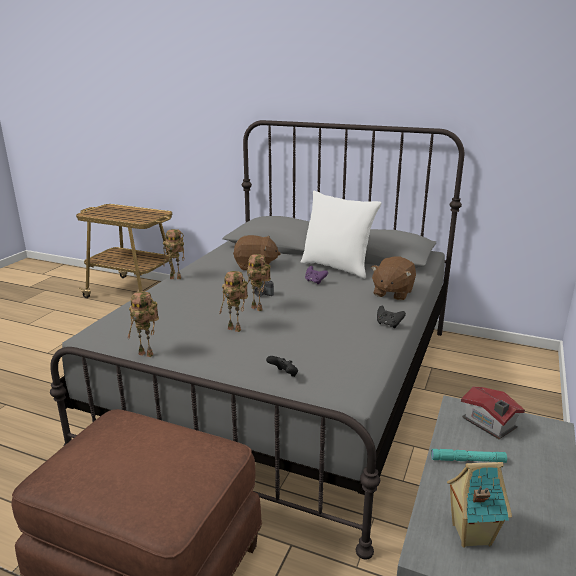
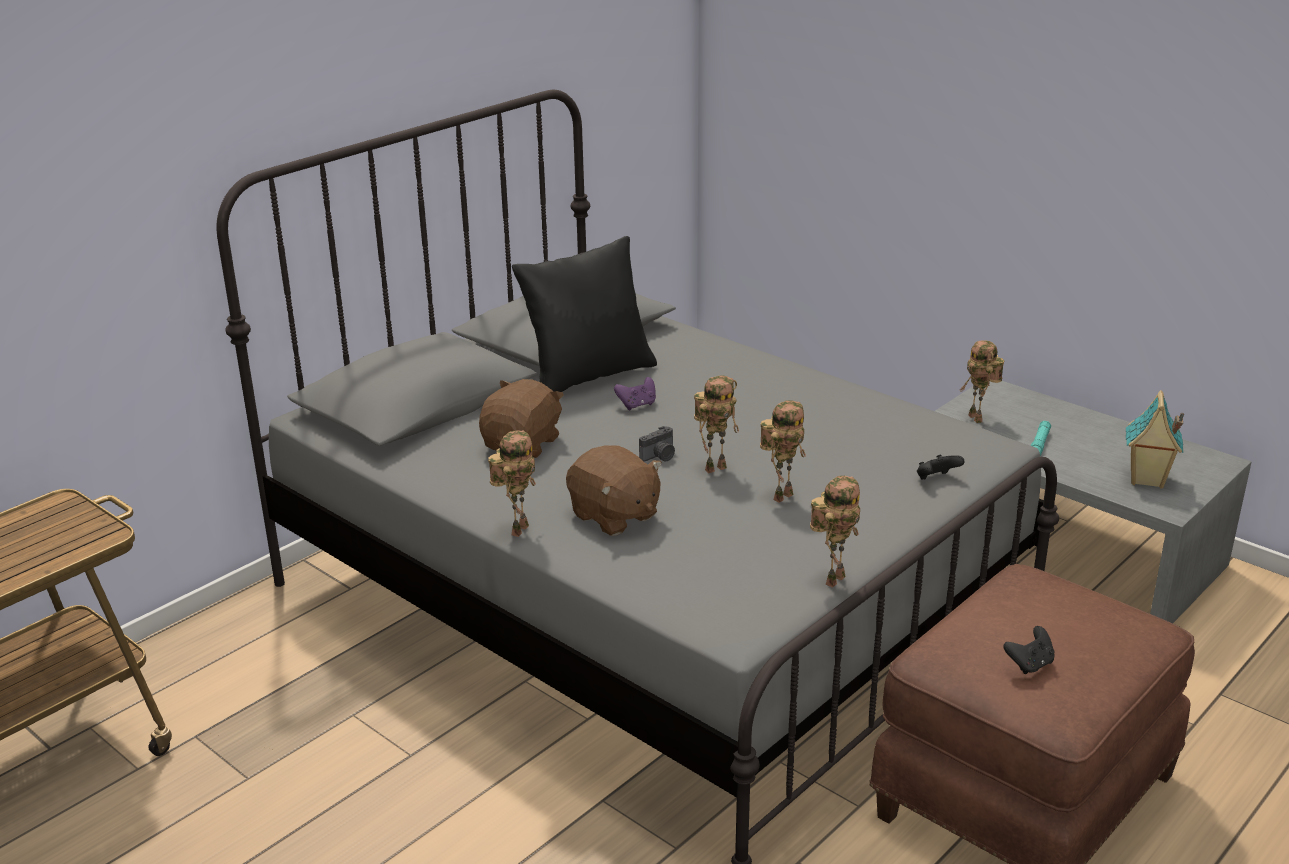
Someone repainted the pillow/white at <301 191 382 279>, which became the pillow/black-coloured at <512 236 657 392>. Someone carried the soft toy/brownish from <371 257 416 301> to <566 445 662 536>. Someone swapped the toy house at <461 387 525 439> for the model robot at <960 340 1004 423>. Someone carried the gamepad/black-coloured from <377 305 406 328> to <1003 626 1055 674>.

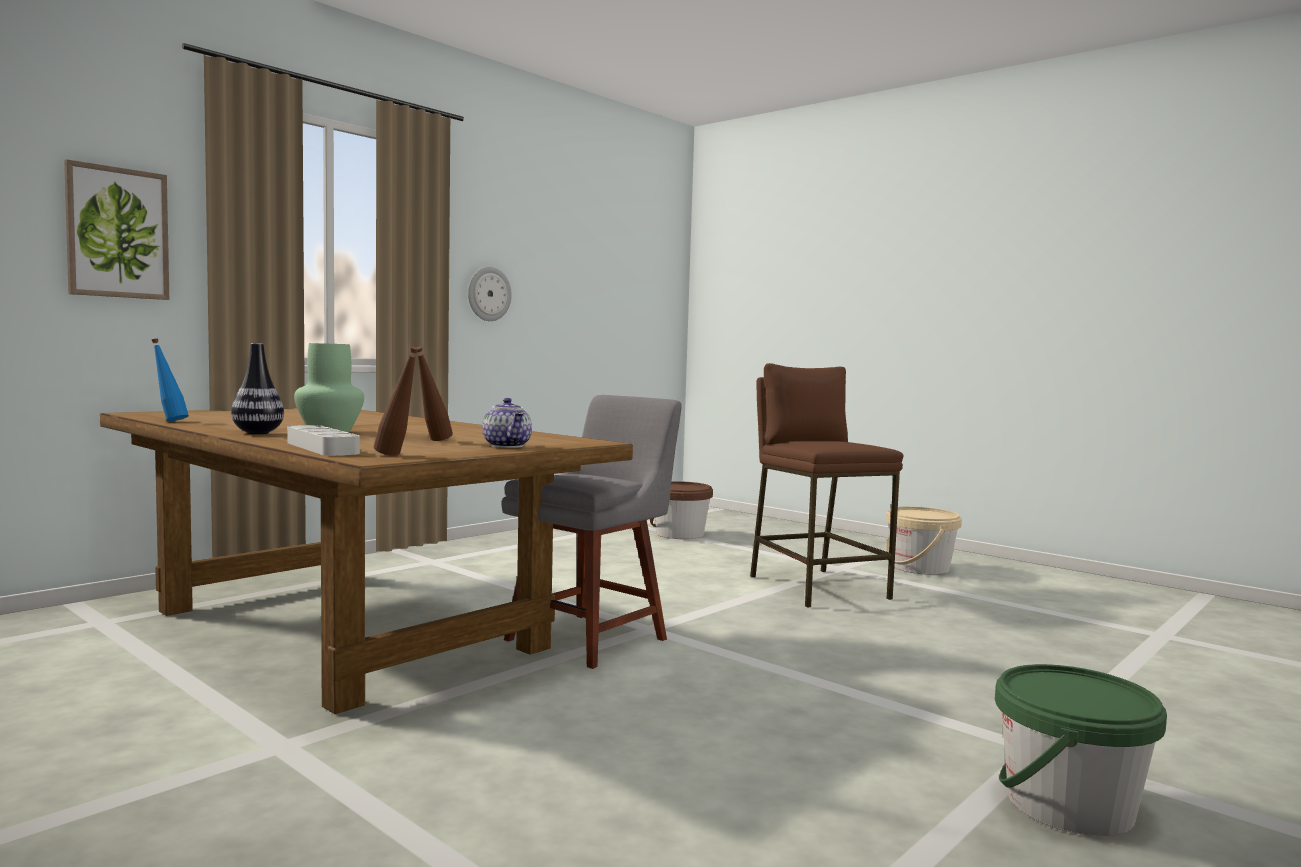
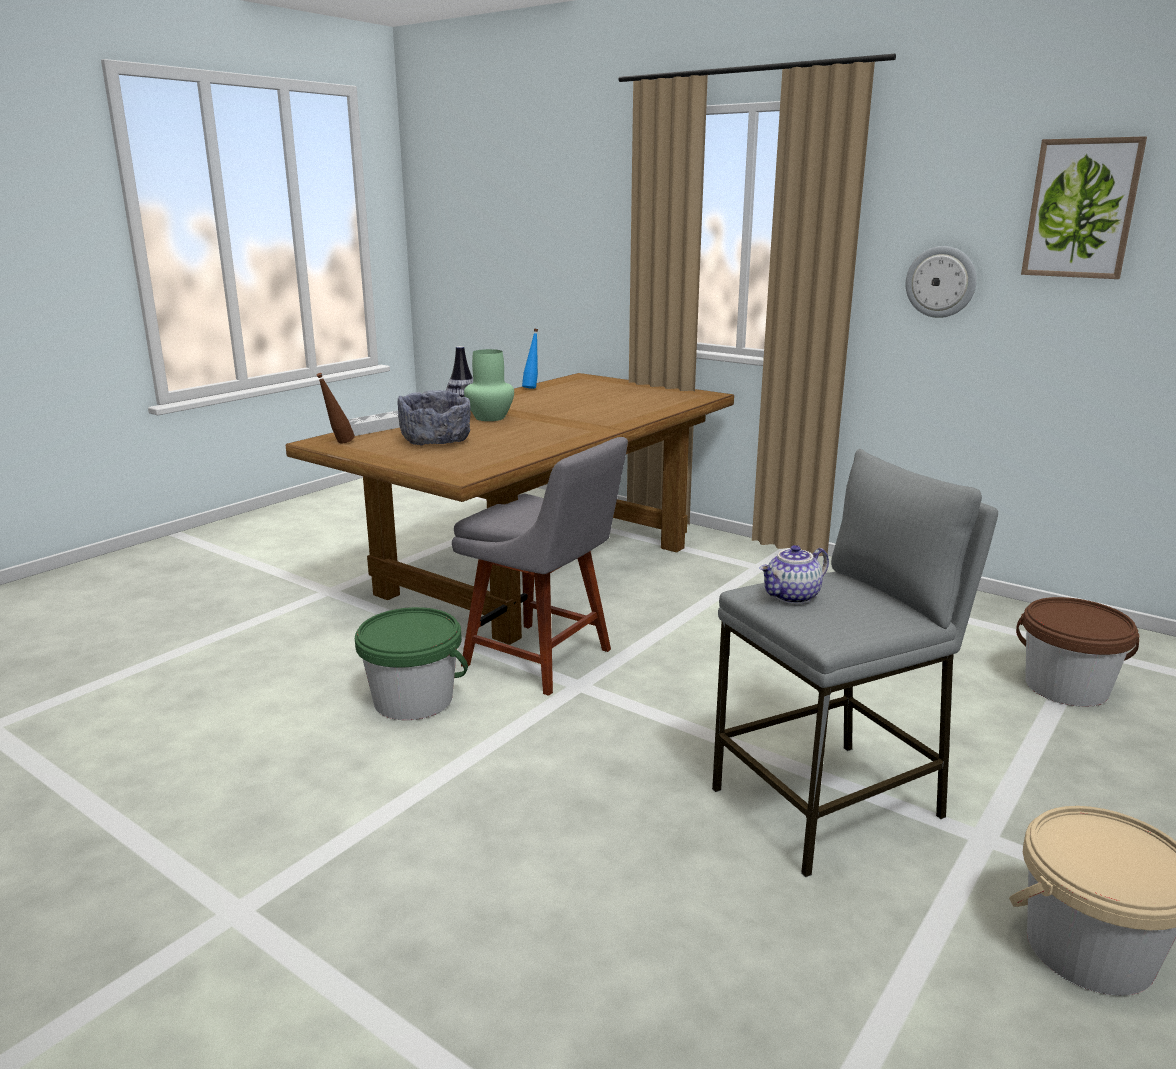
Someone carried the pail/green from <995 664 1167 836> to <355 607 468 720>. Someone swapped the beverage bottle/brownish at <417 346 453 441> for the deep dish/gray at <397 390 471 446>. Someone repainted the stool seat/brownish at <750 363 903 608>, which became the stool seat/gray at <712 449 998 877>. Someone carried the teapot from <483 398 532 448> to <759 545 829 604>. Someone carried the wall picture from <64 159 169 300> to <1021 136 1147 279>.

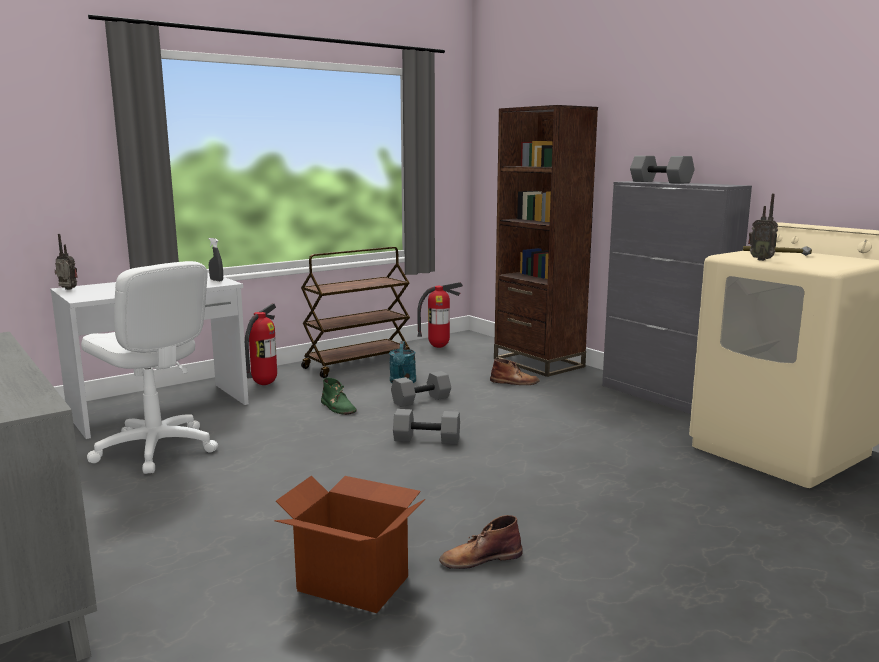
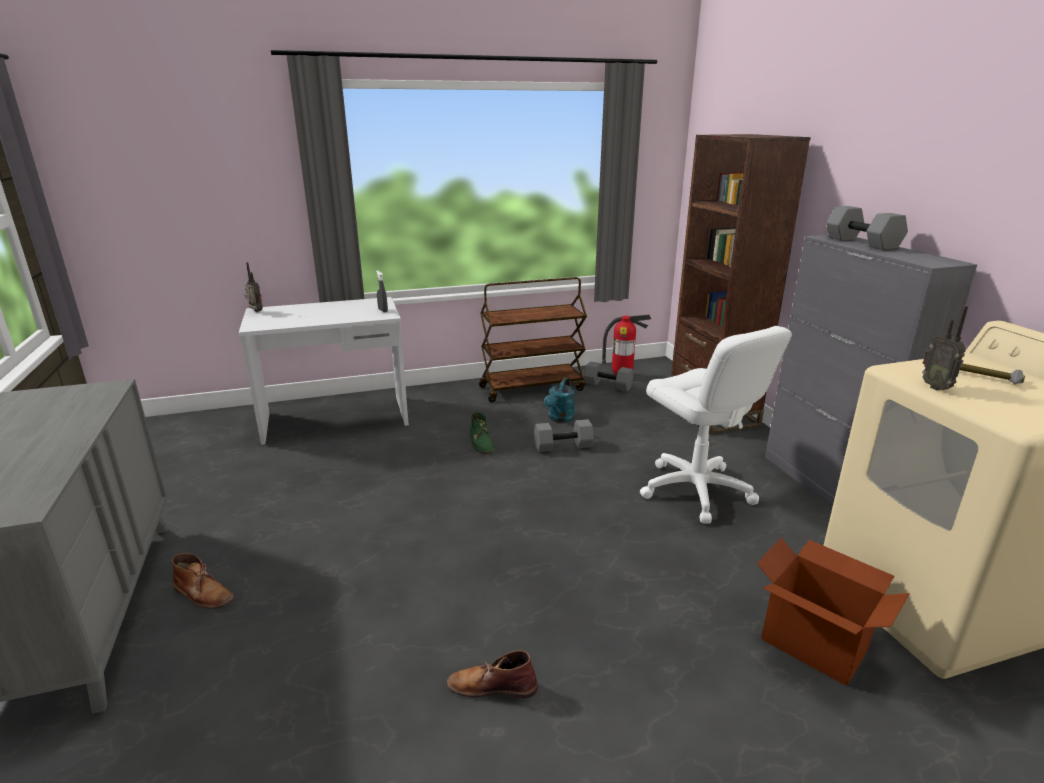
Someone carried the high-top boot/brownish from <490 359 540 385> to <172 553 234 609>. Someone carried the hand weight/gray from <393 409 460 444> to <584 361 633 391>. Someone carried the desk chair/white from <81 261 218 474> to <640 326 792 524>. Someone carried the cardboard box from <274 475 425 613> to <757 537 910 686>. Someone took away the fire extinguisher at <245 303 277 385>.

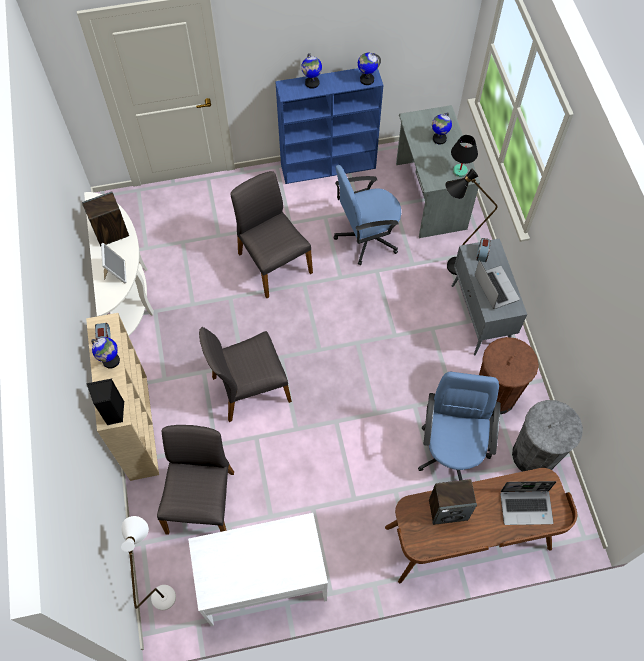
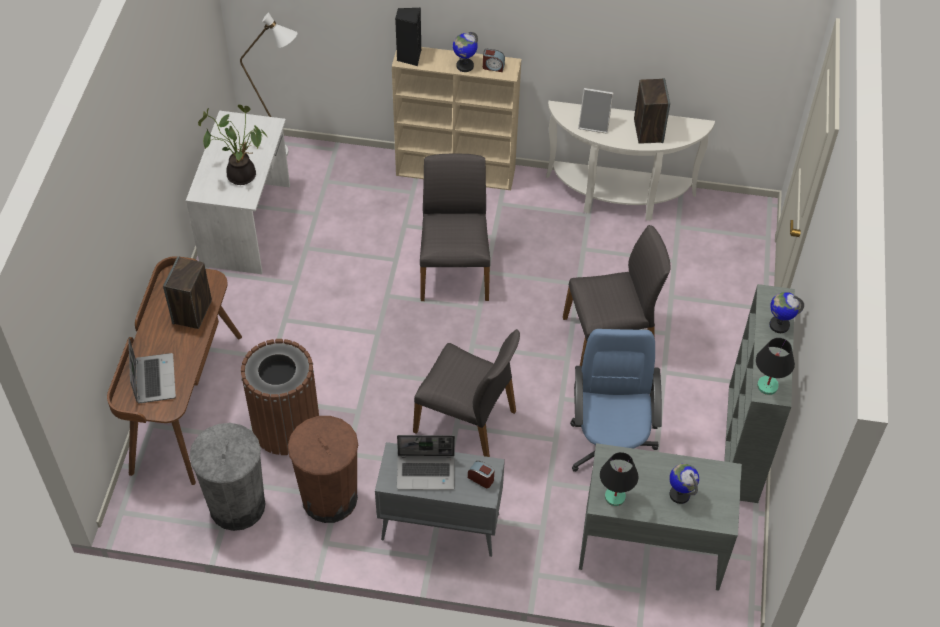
Someone rotated the portable computer at <500 481 556 525> by 150 degrees clockwise. Someone put down the plant in a pot at <198 105 268 185>. Someone swapped the desk chair/bluish at <418 372 501 481> for the trash can/brownish at <241 339 319 455>. Someone carried the upright chair/gray from <157 425 234 535> to <413 329 520 457>. Someone repainted the bookcase/bluish at <275 68 383 184>, which became the bookcase/gray at <724 284 795 503>. Someone swapped the world globe at <358 53 381 85> for the lamp for a table/black-coloured at <756 338 795 395>. Someone took away the standard lamp/black-coloured at <445 168 497 275>.

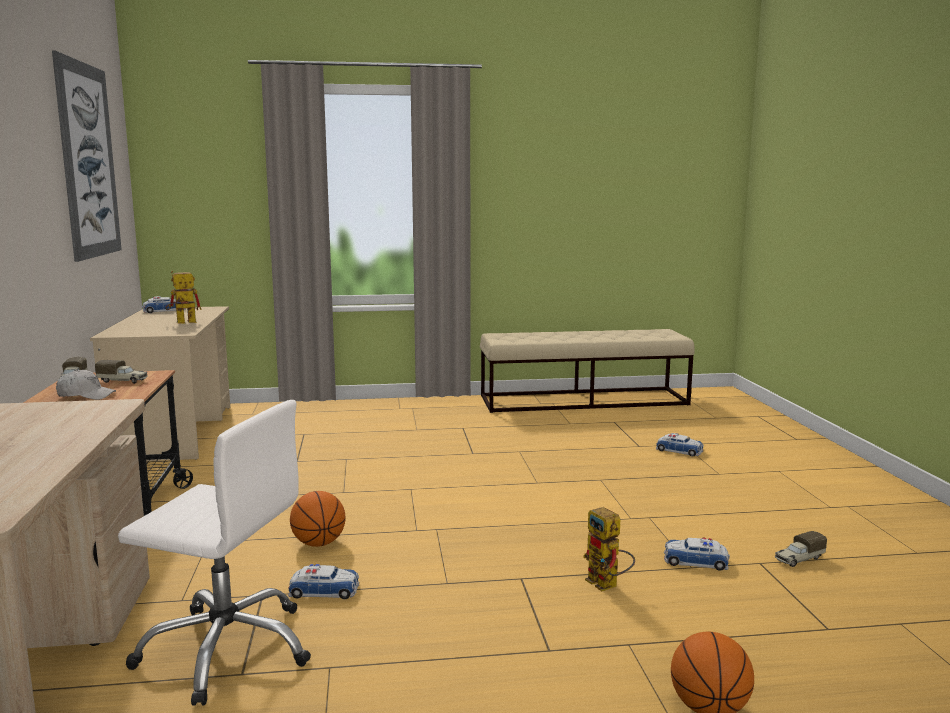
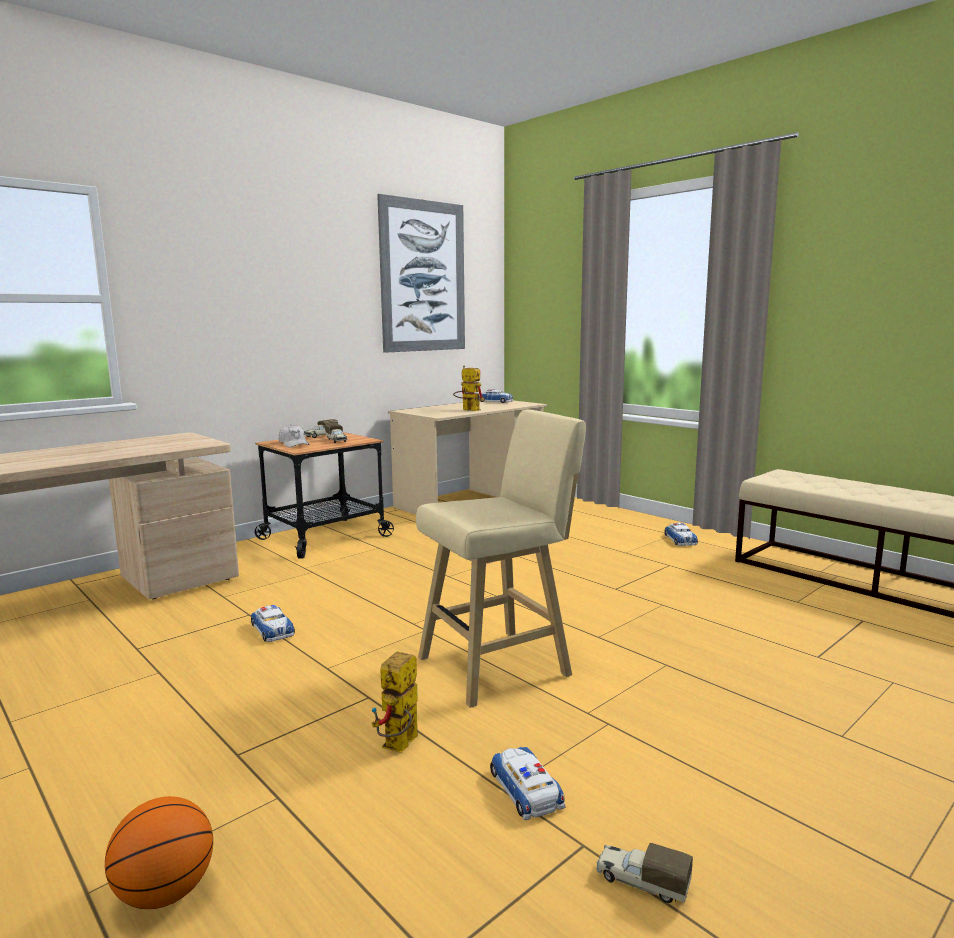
Someone put down the stool seat/beige at <416 410 586 708>. Someone carried the toy car from <656 433 704 457> to <664 523 698 546>. Someone took away the desk chair/white at <118 400 311 706>. Someone took away the ball for basketball at <290 491 346 547>.

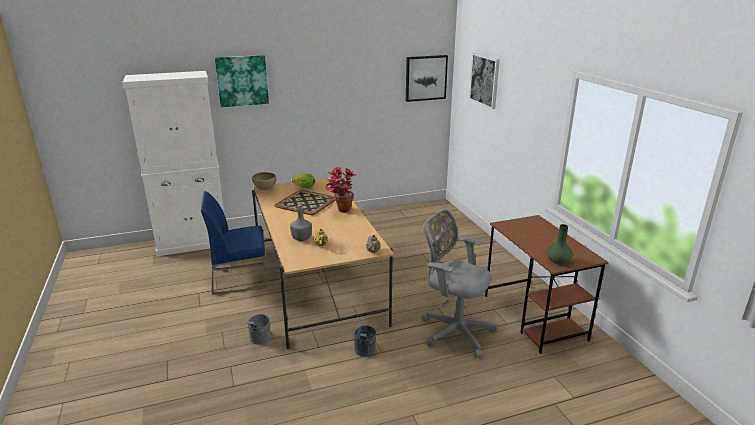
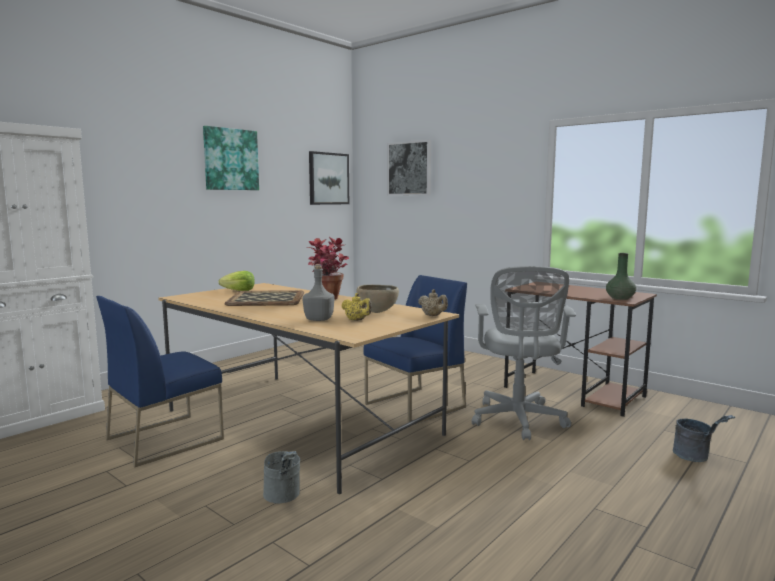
Someone carried the wall picture from <215 55 269 107> to <203 126 259 190>. Someone carried the deep dish/brownish from <252 172 277 190> to <356 285 399 313>. Someone put down the upright chair/bluish at <363 275 467 424>. Someone rotated the desk chair/gray at <421 209 498 358> by 90 degrees counterclockwise. Someone carried the pail/gray from <354 325 376 357> to <673 415 735 462>.

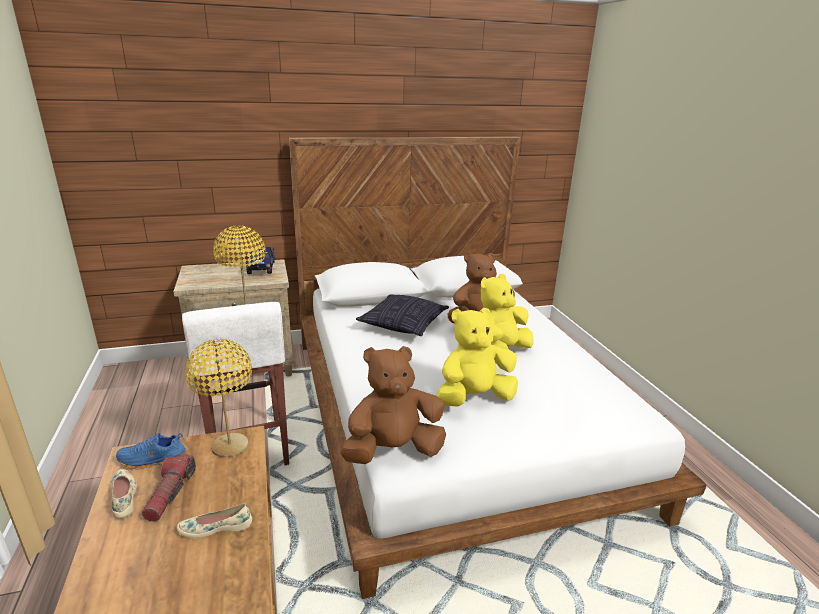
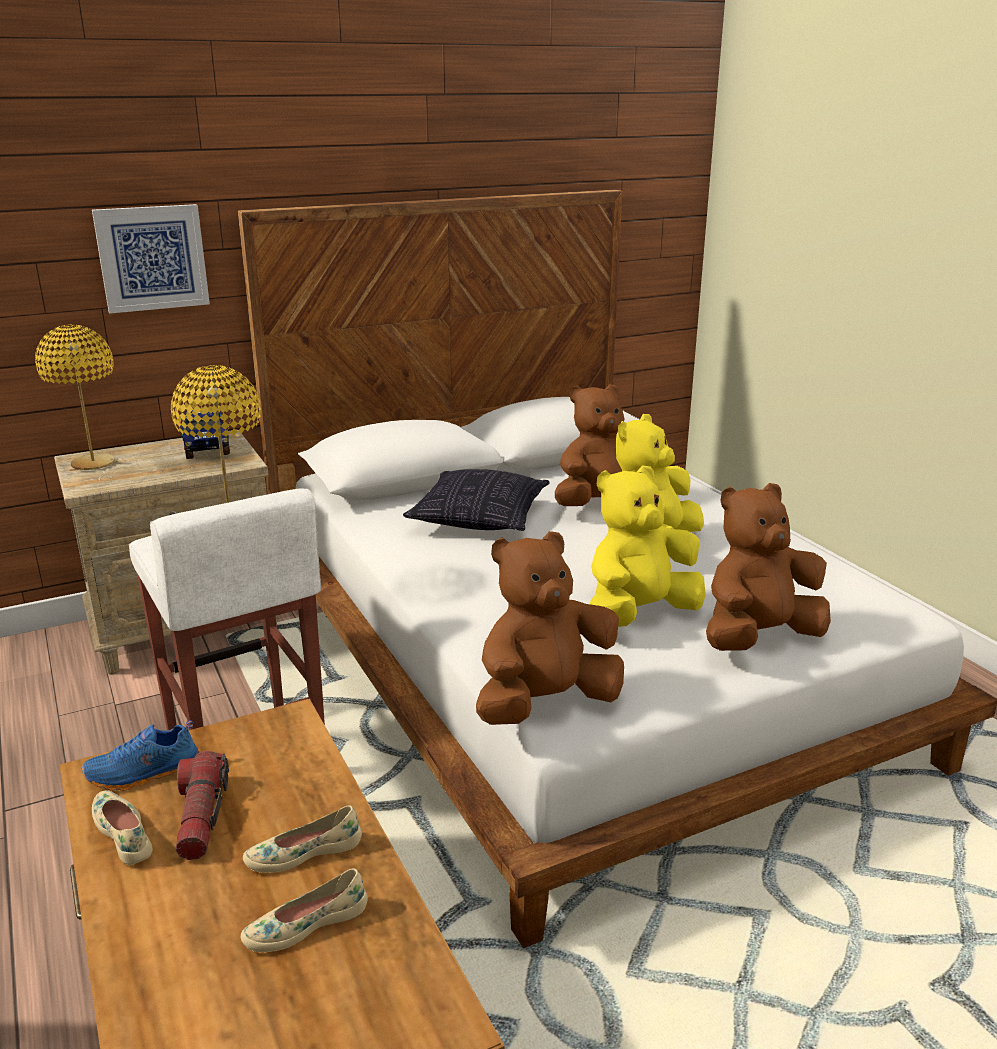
Someone carried the lamp for a table/yellow from <185 339 252 457> to <35 324 115 470>. Someone put up the wall picture at <92 204 210 314>. Someone put down the item of footwear/beige at <241 868 368 952>. Someone put down the soft toy/brownish at <706 483 831 651>.

